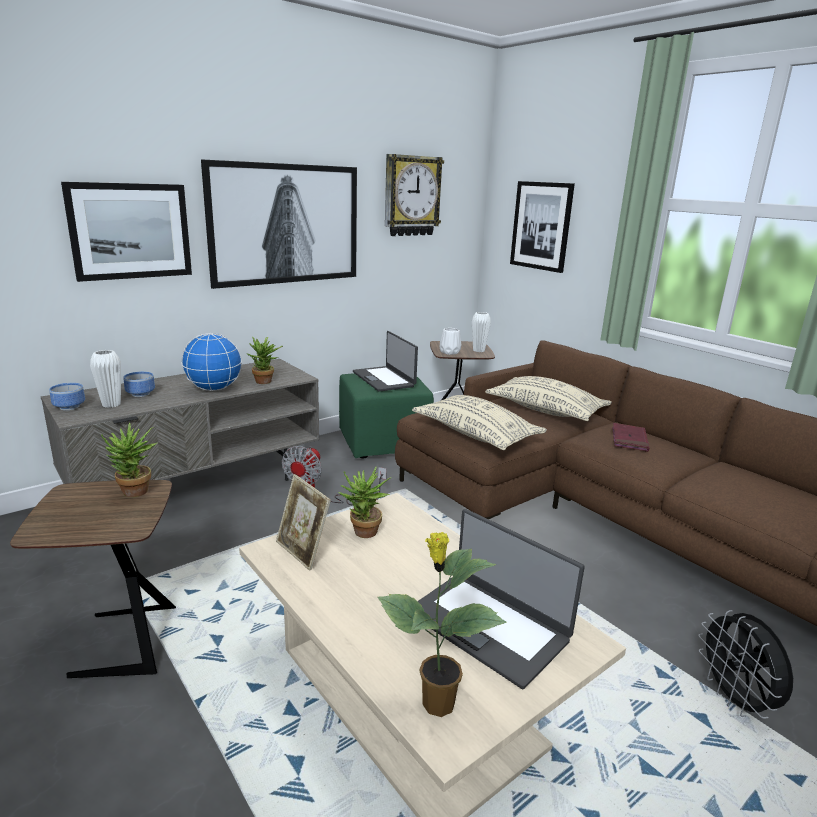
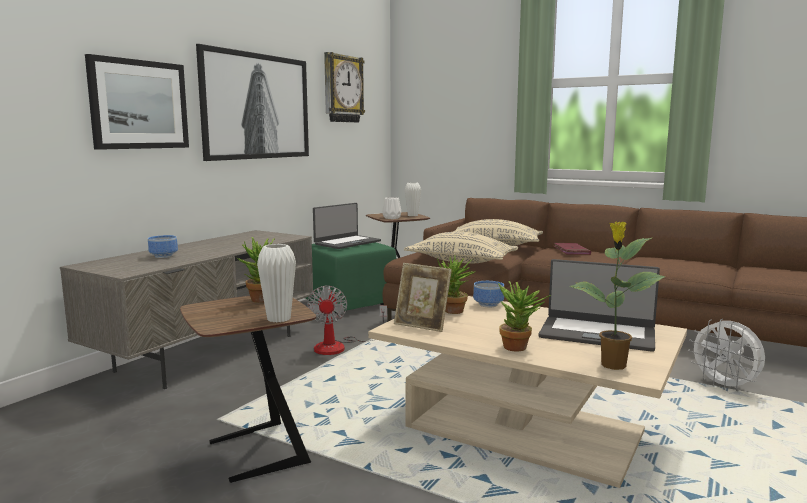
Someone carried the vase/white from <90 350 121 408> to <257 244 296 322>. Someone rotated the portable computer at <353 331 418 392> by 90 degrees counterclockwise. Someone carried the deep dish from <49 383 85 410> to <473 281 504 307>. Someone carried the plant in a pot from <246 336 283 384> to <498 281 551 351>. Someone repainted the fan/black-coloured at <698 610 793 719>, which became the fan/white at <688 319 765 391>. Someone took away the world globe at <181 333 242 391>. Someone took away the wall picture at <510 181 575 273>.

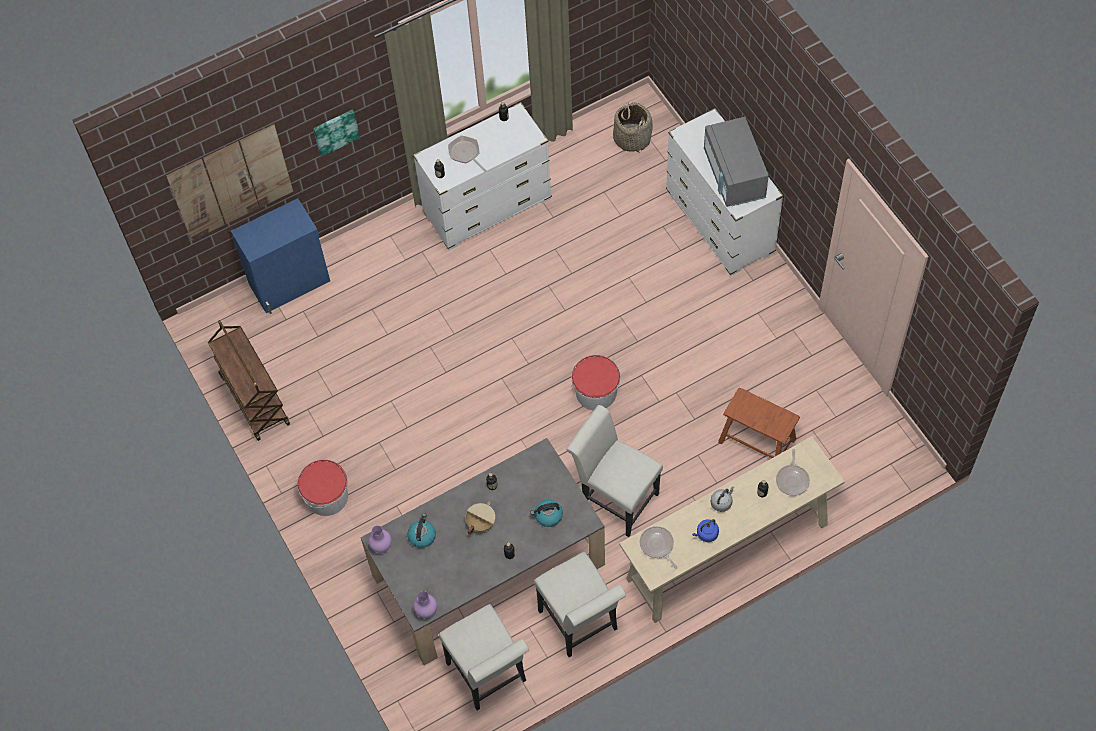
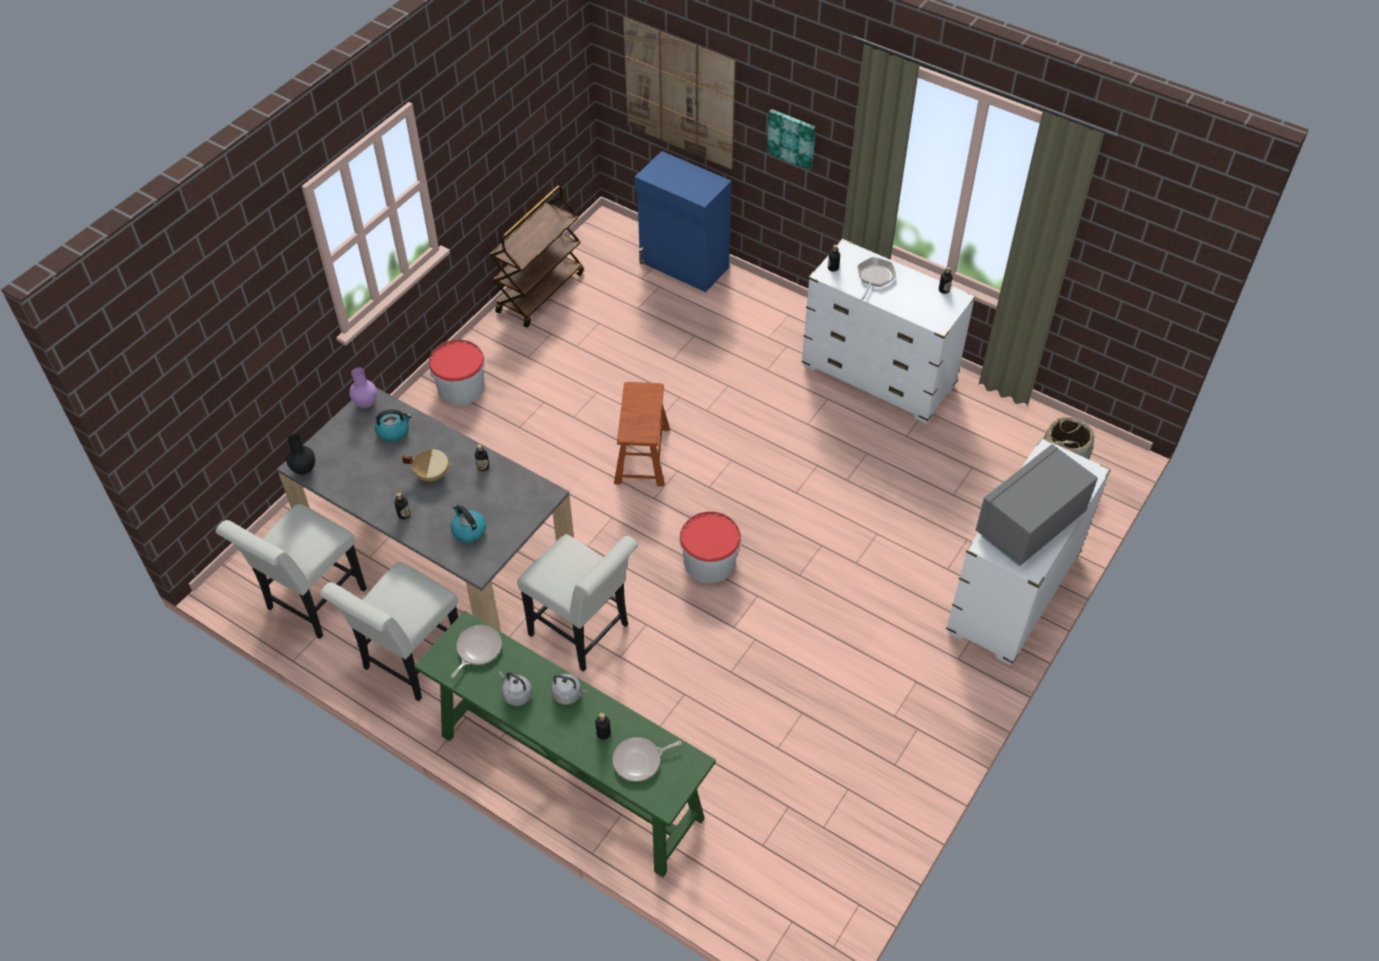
Someone repainted the vase/purplish at <414 591 437 618>, which became the vase/black-coloured at <286 434 315 475>. Someone repainted the console table/beige at <619 436 845 623>, which became the console table/green at <414 610 716 877>. Someone repainted the water kettle/bluish at <692 519 719 542>, which became the water kettle/gray at <499 672 532 706>. Someone rotated the upright chair/white at <566 405 663 537> by 120 degrees clockwise. Someone carried the stool seat/brownish from <718 388 800 458> to <614 382 670 487>.

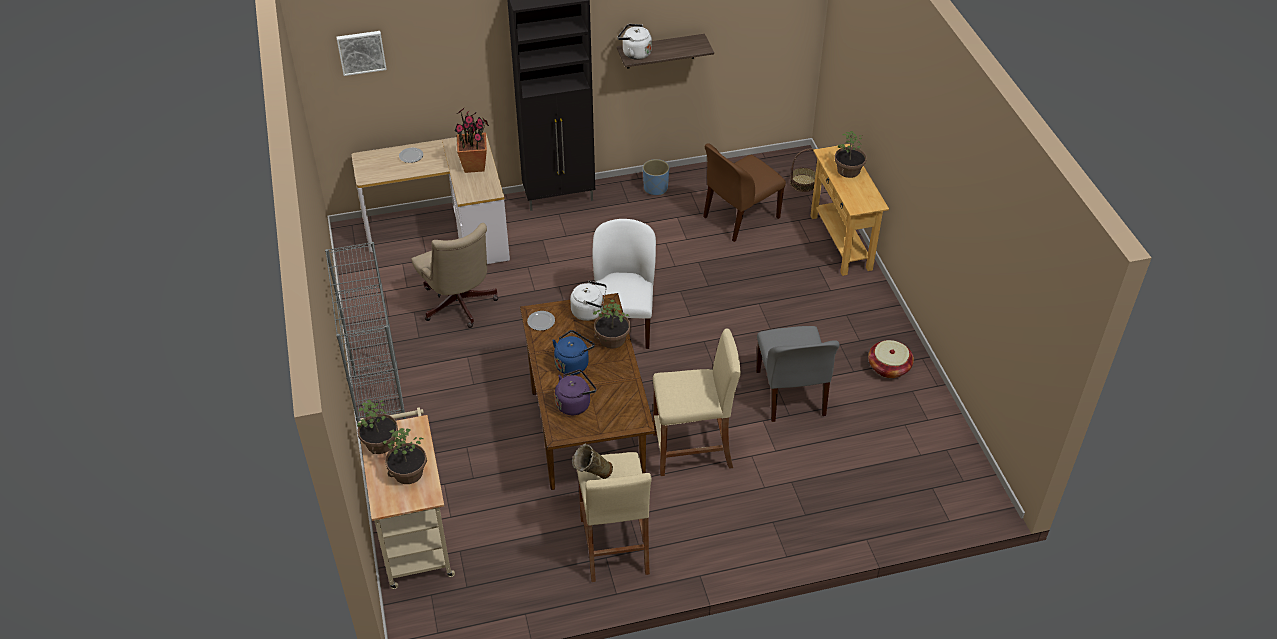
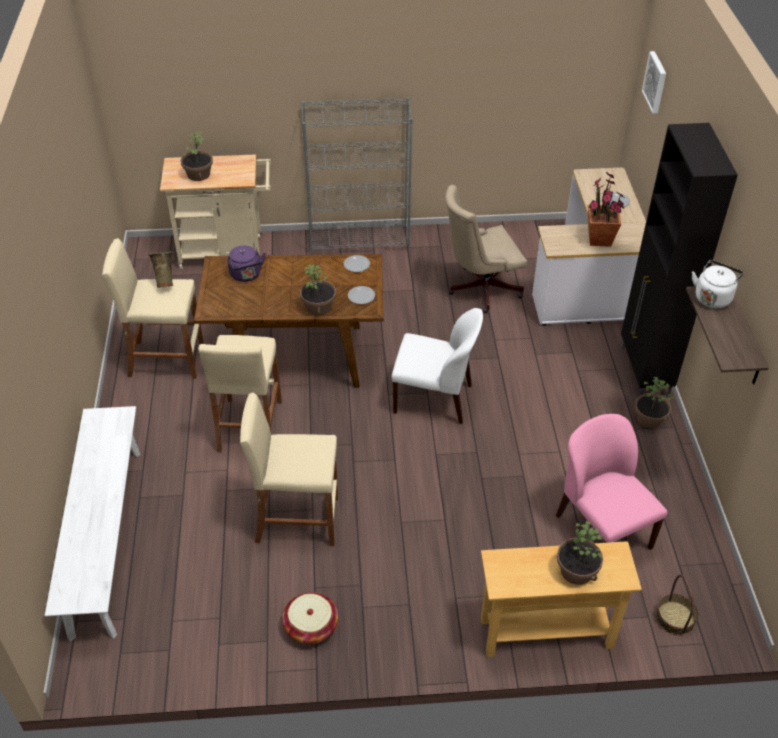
Someone put down the long seat/white at <45 406 141 642>. Someone swapped the upright chair/gray at <756 326 840 422> for the stool seat/beige at <240 393 338 546>. Someone swapped the water kettle/white at <570 281 607 321> for the dinner plate at <348 286 375 304>. Someone repainted the upright chair/brownish at <703 143 786 242>, which became the upright chair/pink-coloured at <556 414 667 550>. Someone carried the plant in a pot from <357 399 398 454> to <633 377 674 428>. Someone took away the water kettle/bluish at <552 330 595 375>. Someone took away the flower pot/bluish at <643 159 669 195>.

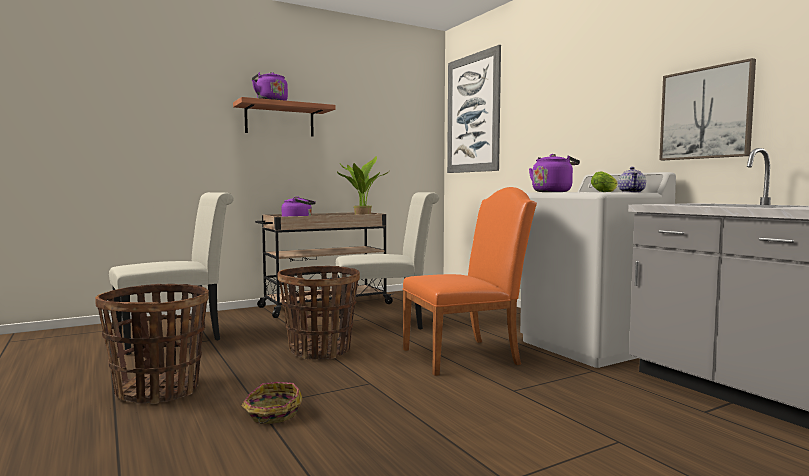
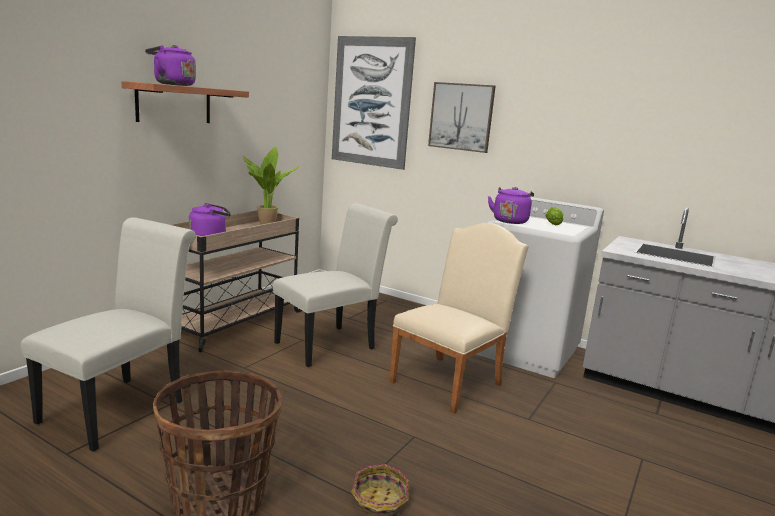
Someone repainted the upright chair/orange-coloured at <403 187 537 376>, which became the upright chair/beige at <389 223 529 414>. Someone carried the wall picture from <659 58 756 160> to <428 82 496 153>. Someone took away the basket at <277 266 360 360>. Someone took away the teapot at <618 167 646 193>.

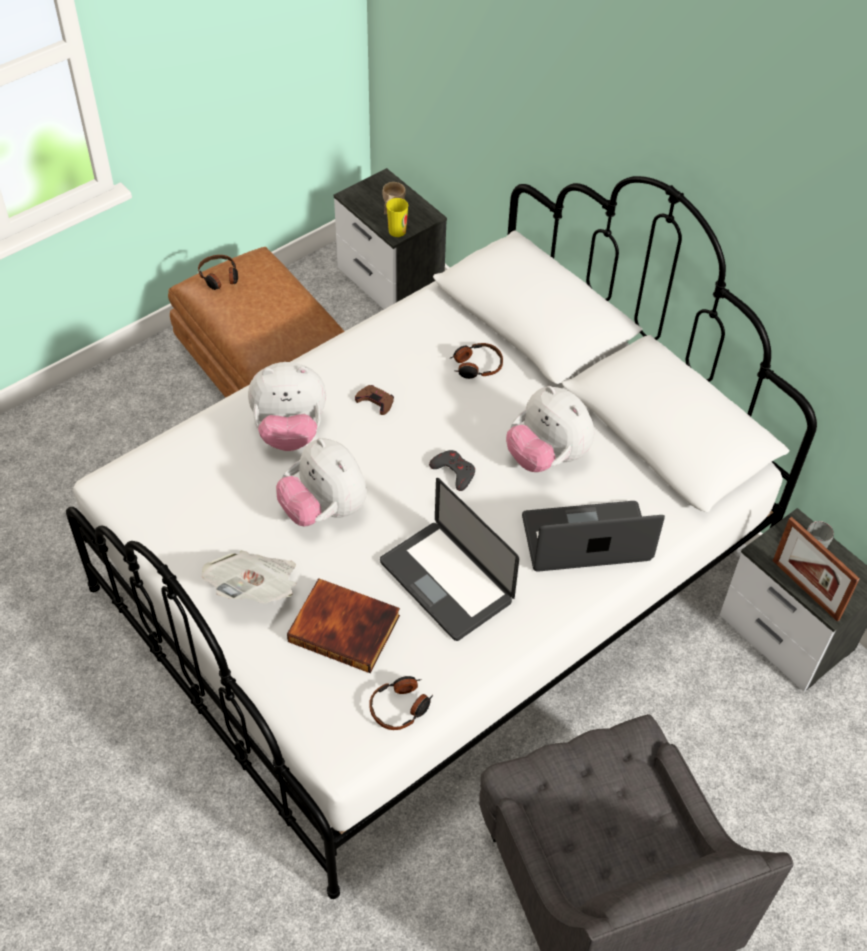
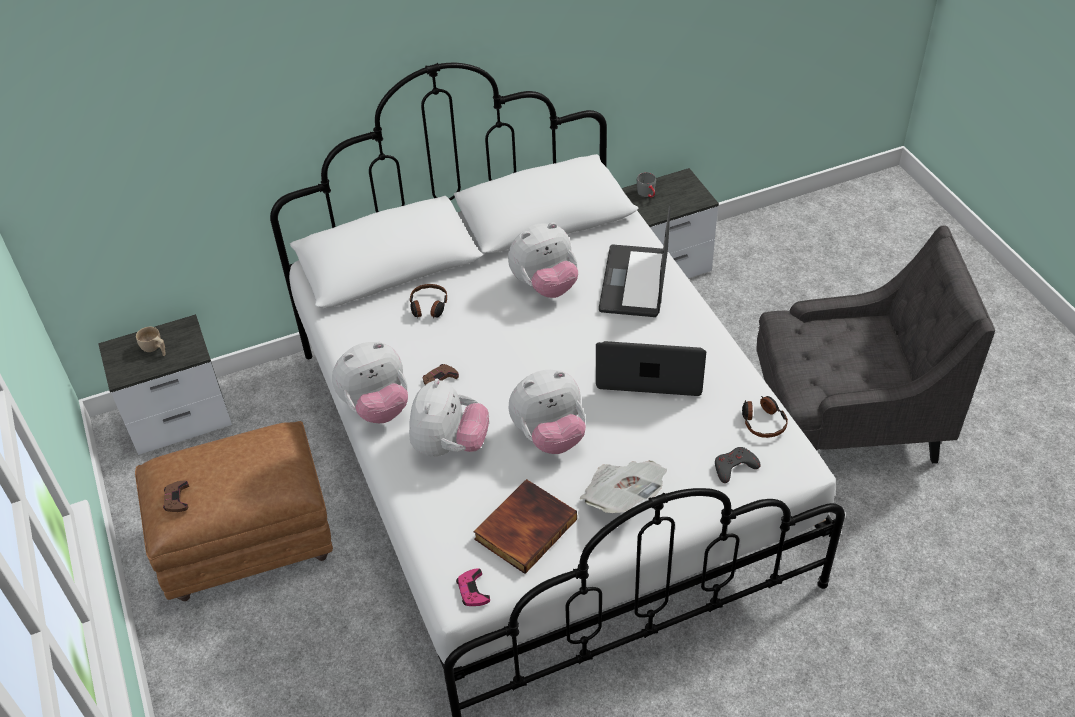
Someone swapped the pair of headphones at <198 255 238 290> for the gamepad/brownish at <163 480 189 512>. Someone put down the soft toy at <332 342 408 423>. Someone put down the gamepad/pink-coloured at <456 568 490 606>. Someone carried the book from <287 578 400 673> to <474 479 577 574>. Someone rotated the portable computer at <380 478 519 641> by 150 degrees counterclockwise. Someone carried the gamepad/gray from <429 450 475 491> to <715 447 761 483>. Someone took away the small cup at <386 198 408 237>. Someone took away the photo frame at <773 517 860 621>.

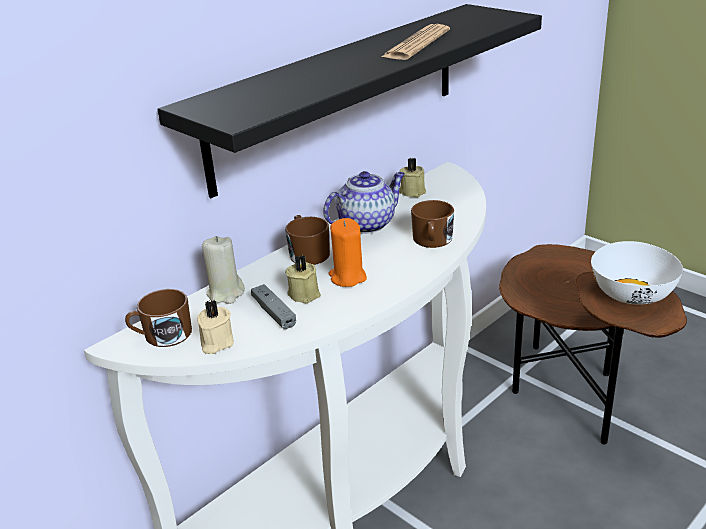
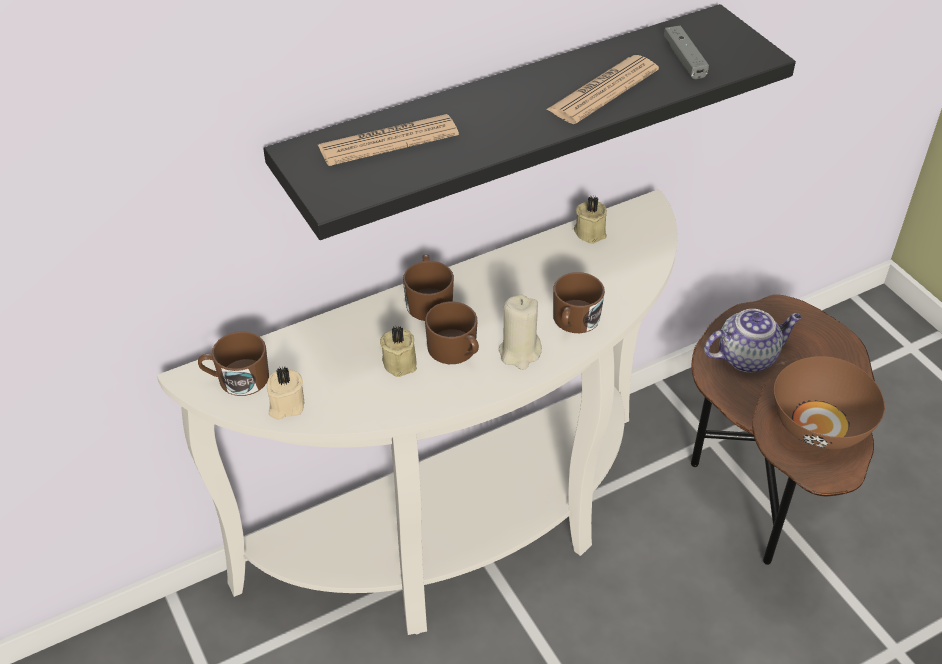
Someone put down the printed paper at <318 114 459 166>. Someone swapped the candle/orange-coloured at <328 218 367 287> for the mug/brownish at <425 302 479 364>. Someone carried the candle/beige from <202 236 245 304> to <499 294 542 370>. Someone carried the gamepad/gray from <251 284 296 329> to <664 26 709 79>. Someone carried the teapot from <323 171 405 234> to <704 309 802 372>. Someone repainted the deep dish/white at <591 241 683 304>, which became the deep dish/brownish at <774 356 885 449>.

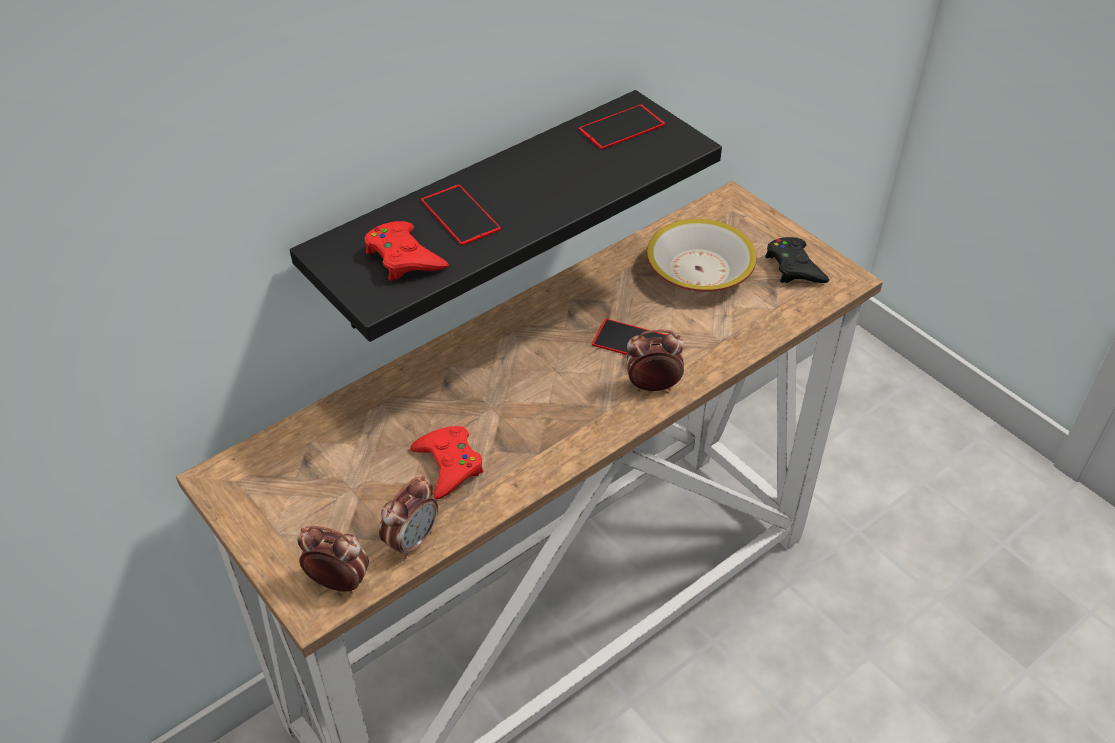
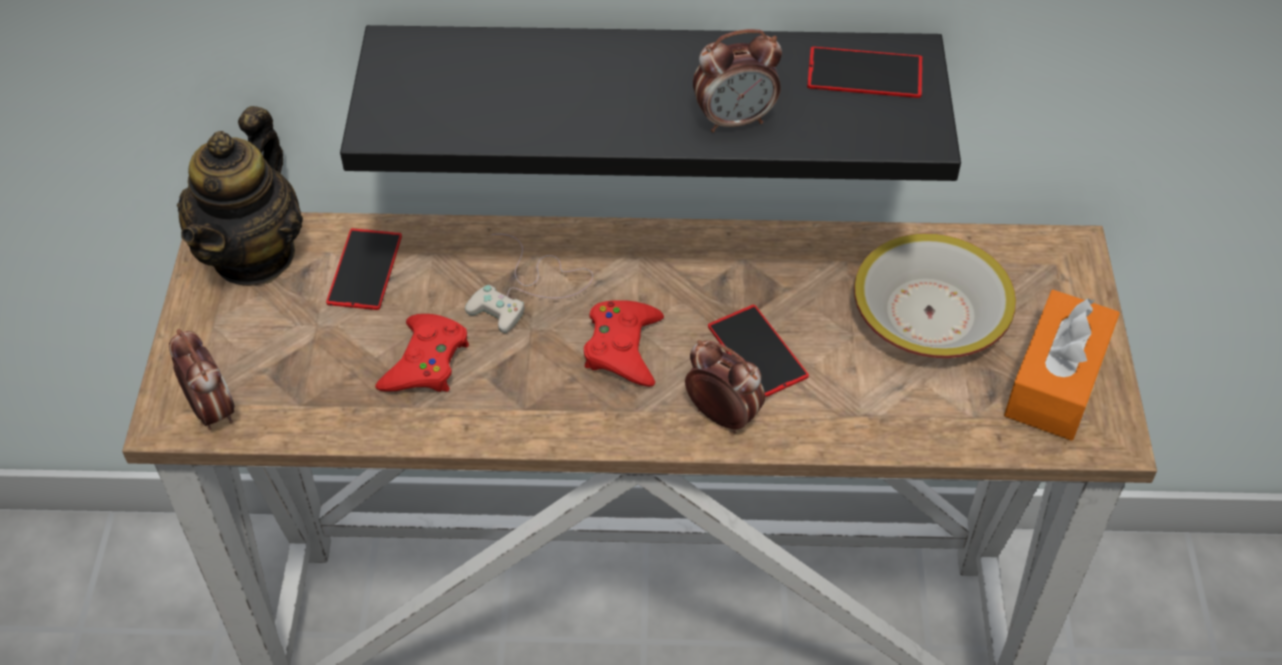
Someone put down the teapot at <177 106 303 286>. Someone carried the handset from <421 184 501 246> to <326 228 402 310>. Someone put down the gamepad/white at <465 234 593 333>. Someone carried the gamepad/reddish from <365 221 449 281> to <584 300 664 387>. Someone carried the alarm clock from <379 476 438 559> to <693 29 782 132>. Someone swapped the gamepad/black-coloured at <765 237 829 283> for the tissue box/orange-coloured at <1004 290 1120 441>.

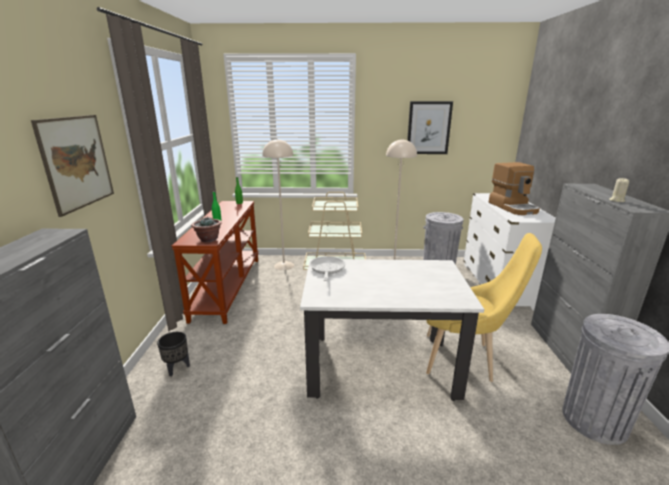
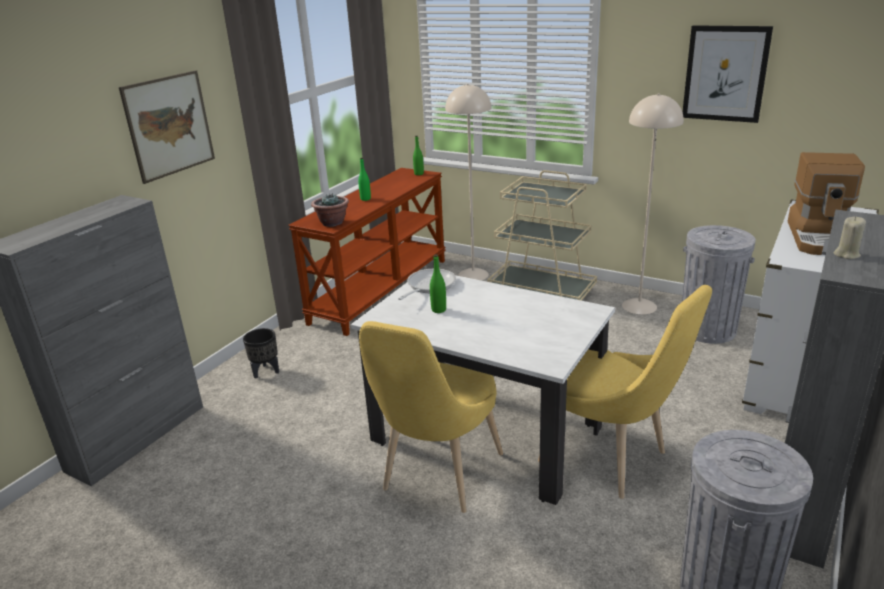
Someone put down the upright chair/yellow at <359 321 503 513>. Someone put down the beverage bottle/green at <430 255 446 313>.

